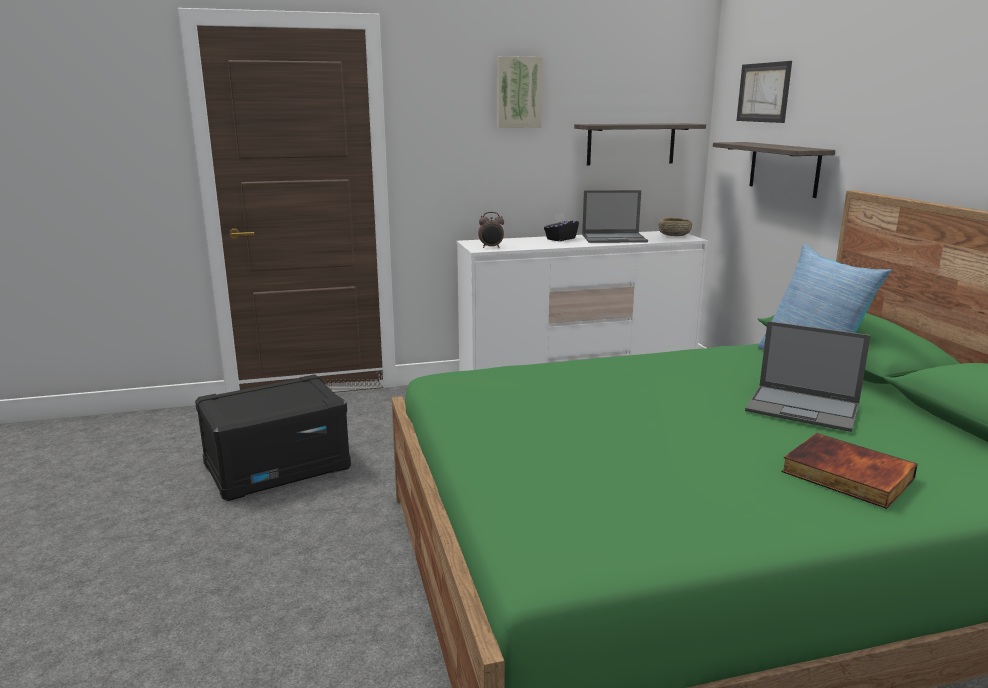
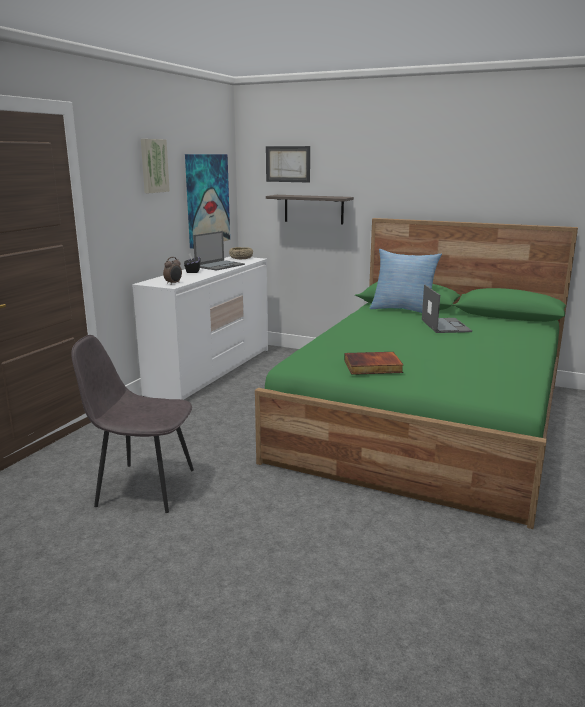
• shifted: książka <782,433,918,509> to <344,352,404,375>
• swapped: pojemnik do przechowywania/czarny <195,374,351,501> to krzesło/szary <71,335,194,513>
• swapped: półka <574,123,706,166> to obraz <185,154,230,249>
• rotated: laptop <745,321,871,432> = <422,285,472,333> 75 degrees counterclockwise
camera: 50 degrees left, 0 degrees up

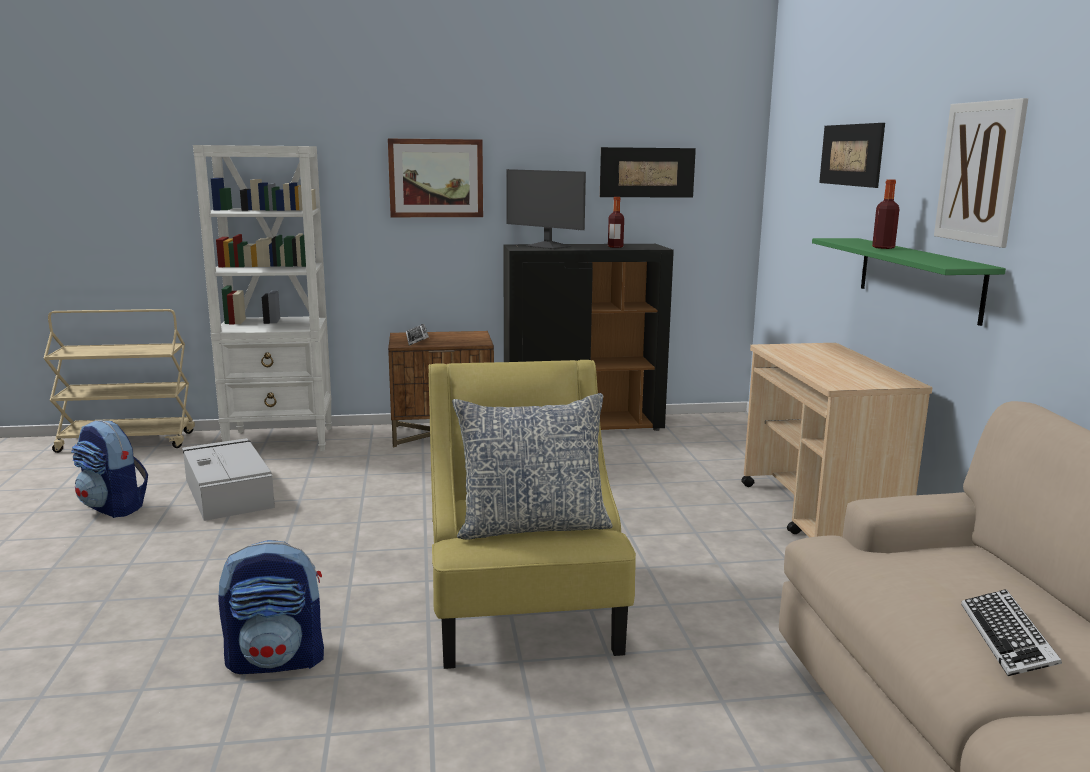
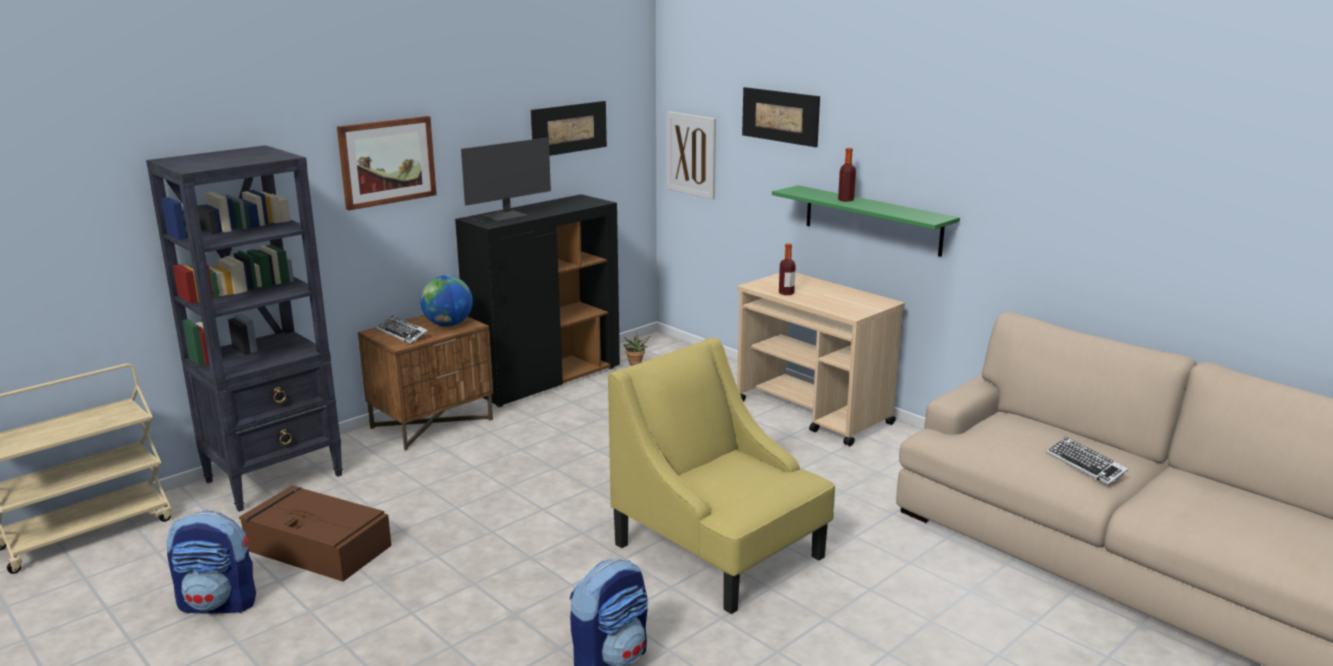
• gone: poduszka <452,393,613,540>
• new: globus <420,275,473,327>
• new: roślina doniczkowa <623,333,650,366>
• shifted: butelka <608,197,624,248> to <779,243,796,295>
• shifted: obraz <934,98,1028,248> to <667,111,716,200>
• repainted: pojemnik do przechowywania/szary <182,438,275,521> to pojemnik do przechowywania/brązowy <239,486,391,582>
• repainted: regał/biały <193,145,332,451> to regał/czarny <146,145,343,512>
• rotated: monitor <506,169,586,249> = <461,137,551,222> 45 degrees counterclockwise
camera: 35 degrees left, 5 degrees up

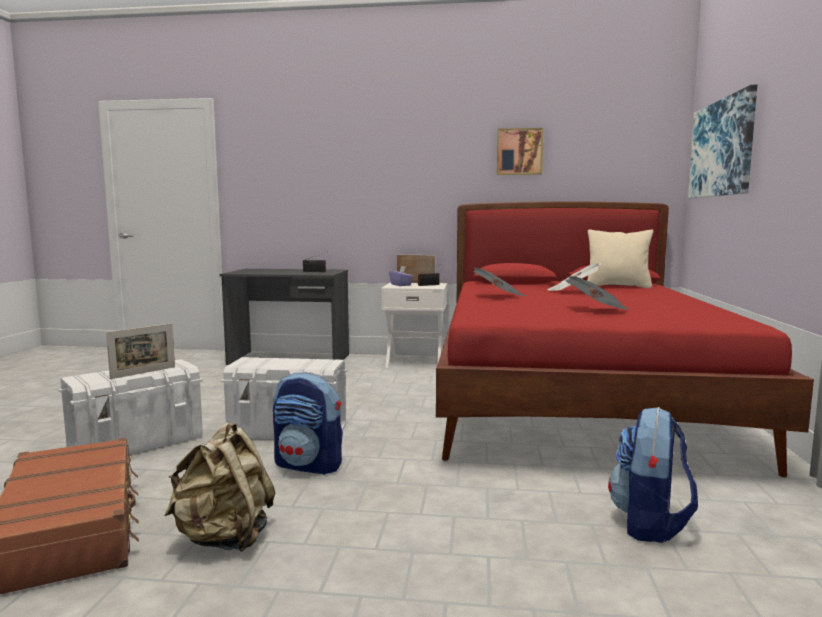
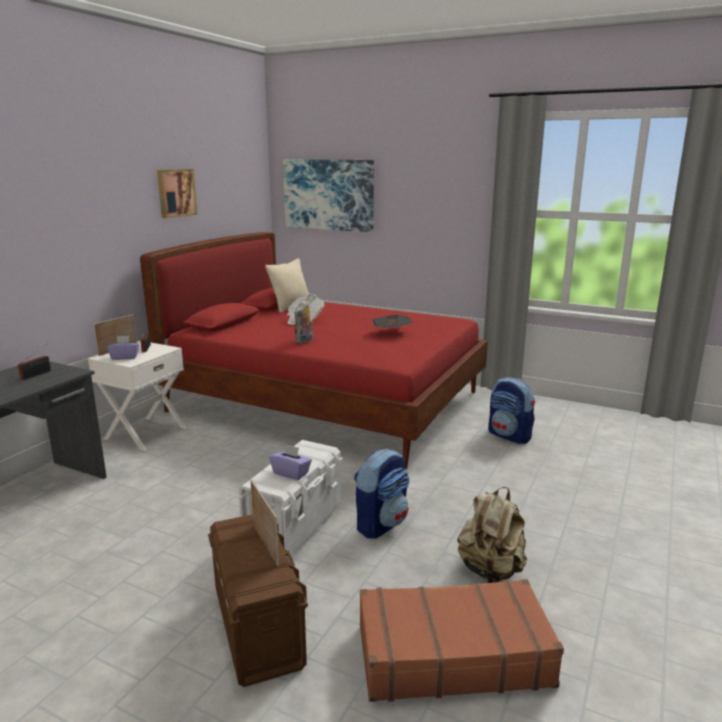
• new: pudełko chusteczek/fioletowy <269,444,312,480>
• swapped: gazeta <473,268,526,296> to pluszak <295,300,313,344>
• repainted: pojemnik do przechowywania/biały <58,359,203,455> to pojemnik do przechowywania/brązowy <208,514,308,687>
camera: 70 degrees left, 10 degrees up

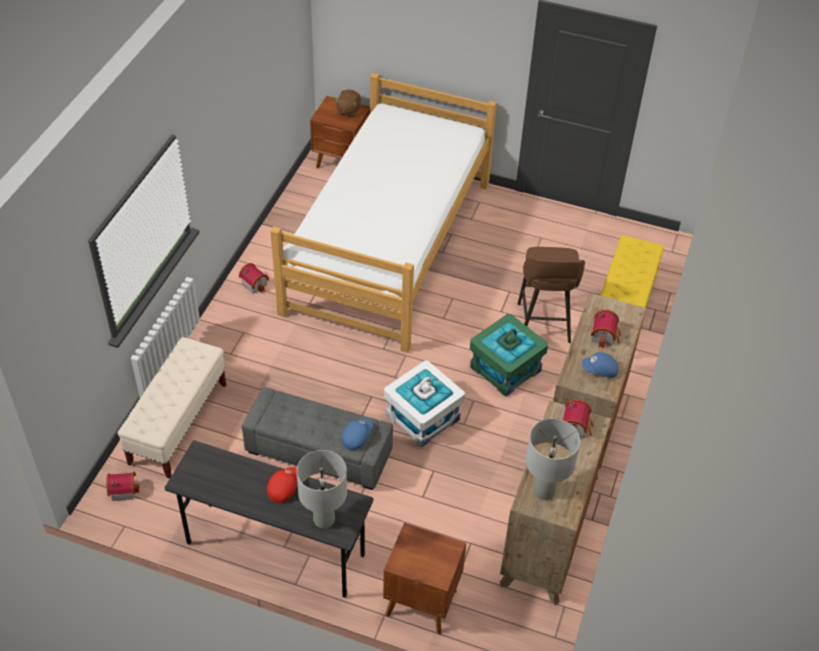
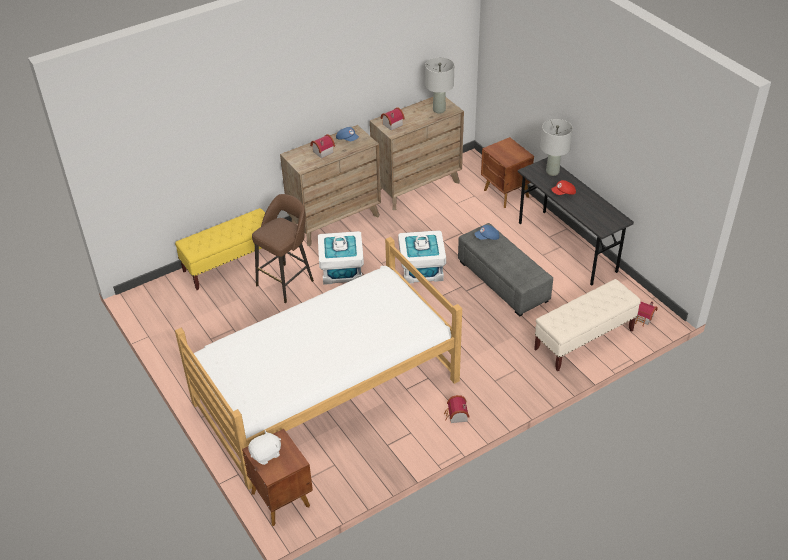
• repainted: pluszak/brązowy <335,90,361,117> to pluszak/biały <248,430,281,465>
• repainted: pojemnik do przechowywania/zielony <470,314,548,397> to pojemnik do przechowywania/biały <318,231,364,285>
camera: 140 degrees left, 5 degrees down

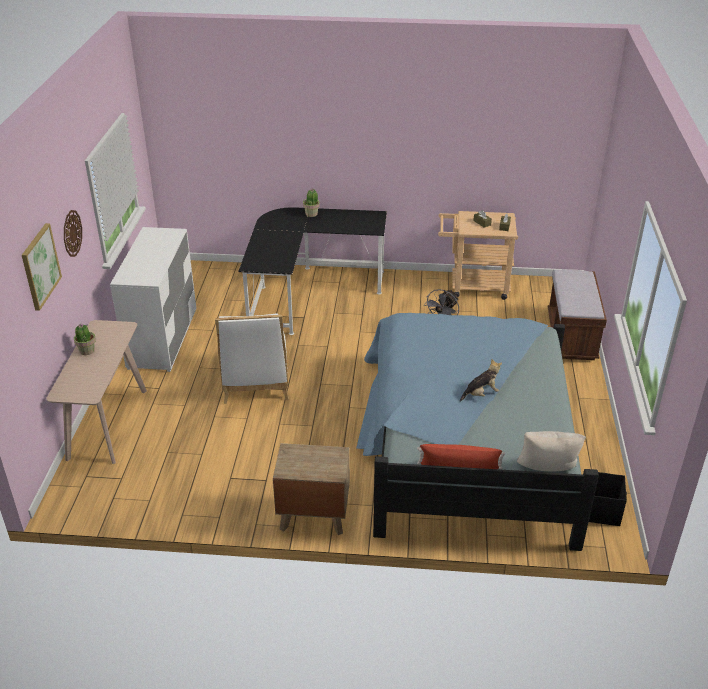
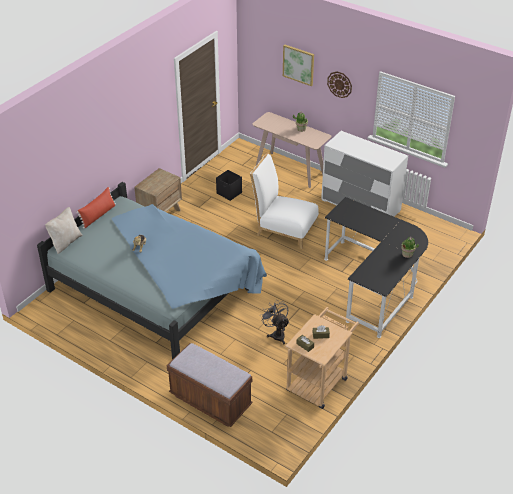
• shifted: pojemnik do przechowywania/czarny <589,472,627,526> to <216,170,242,201>
camera: 120 degrees right, 5 degrees up

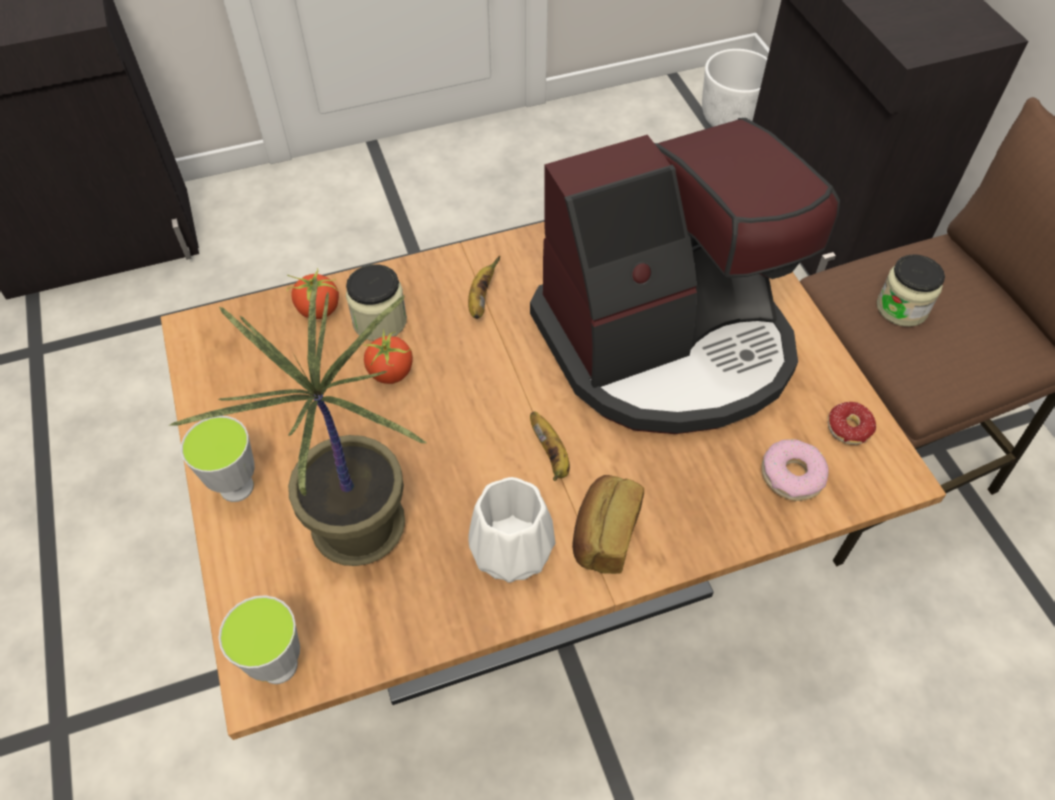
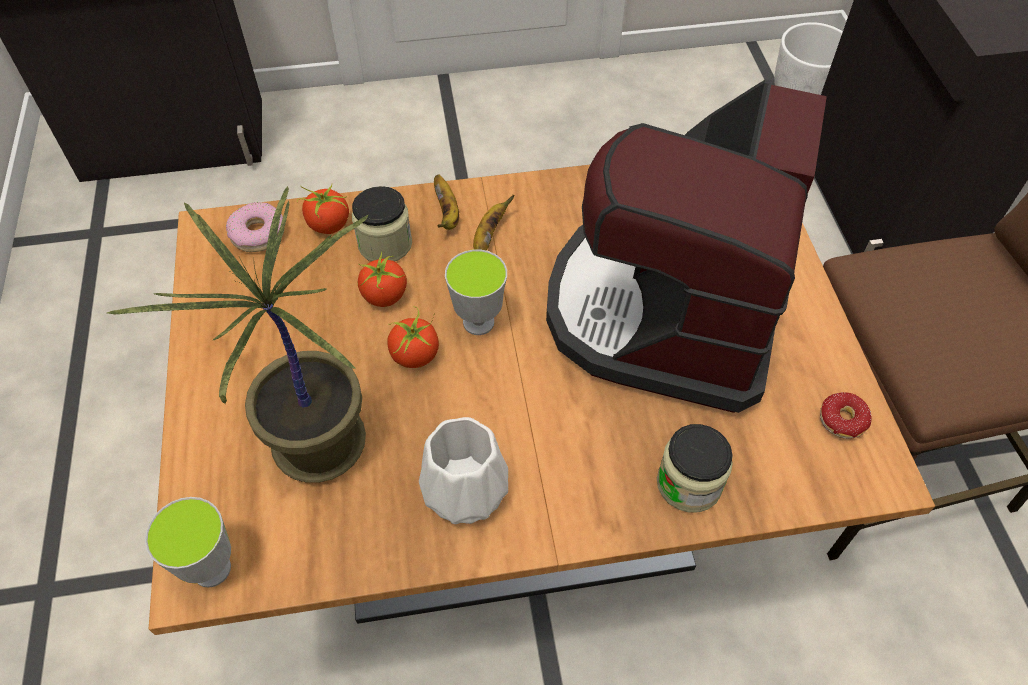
• gone: chleb <572,475,644,574>
• new: pomidor <387,306,439,368>
• shifted: filiżanka <181,416,255,502> to <445,249,507,335>
• shifted: banan <530,411,570,481> to <434,174,459,230>
• shifted: donut <762,439,829,501> to <226,202,285,252>
• shifted: słoik <877,254,945,327> to <657,424,733,513>
• rotated: ekspres do kawy <530,118,840,434> = <546,79,827,413> 120 degrees clockwise
camera: 10 degrees right, 0 degrees up

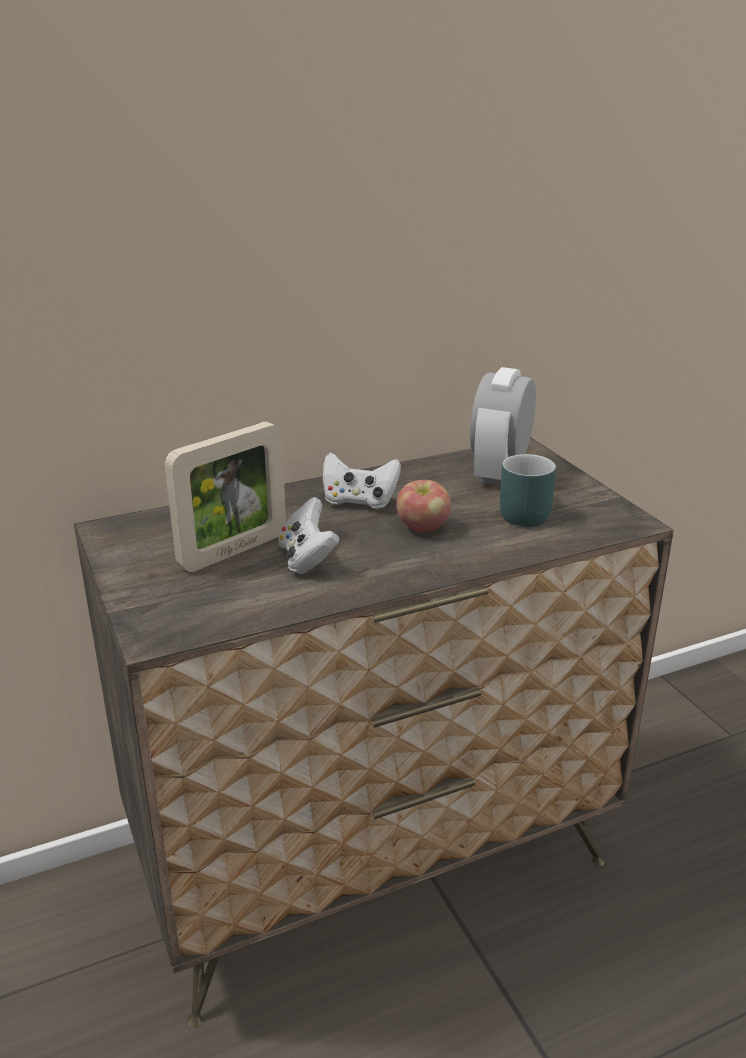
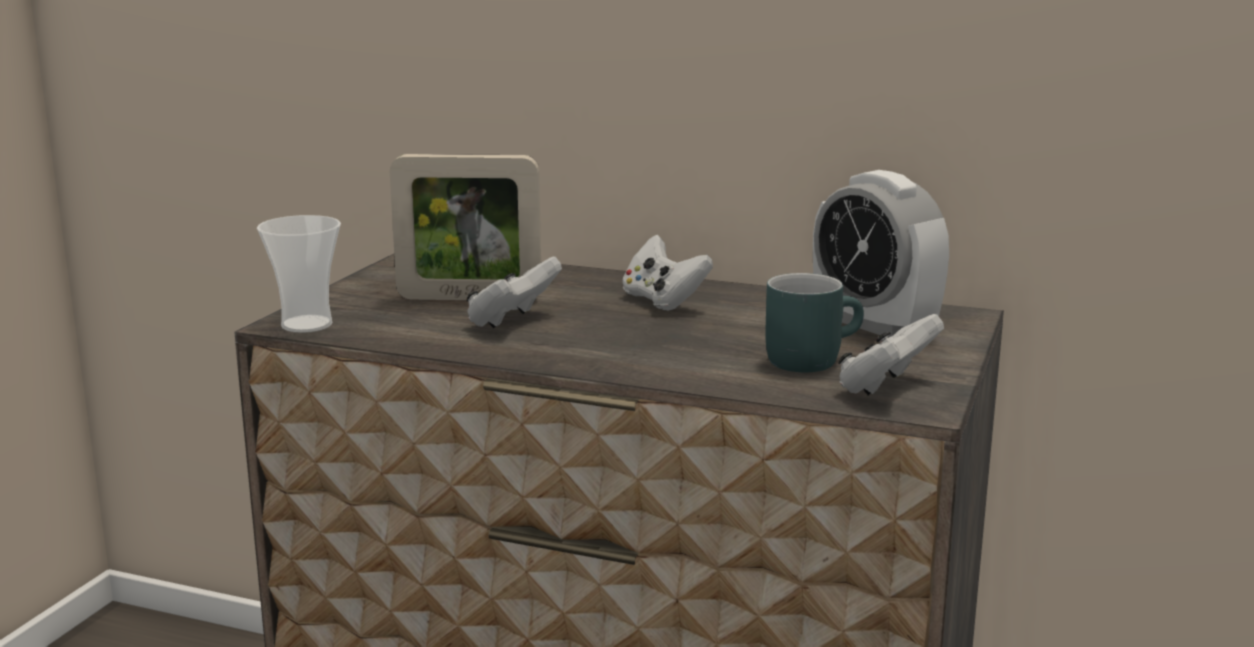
• gone: jabłko <396,480,451,532>
• new: filiżanka <257,215,341,333>
• new: pad do gier/biały <838,314,944,395>
• rotated: budzik <470,367,536,485> = <813,170,949,337> 105 degrees counterclockwise
camera: 45 degrees right, 10 degrees down

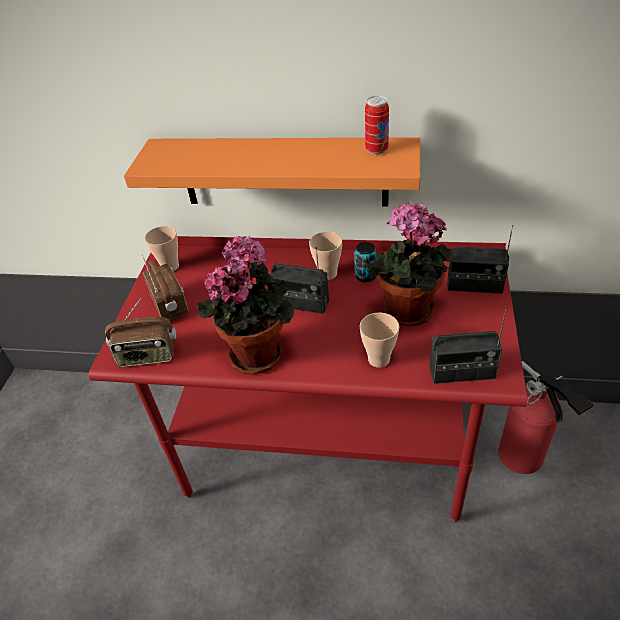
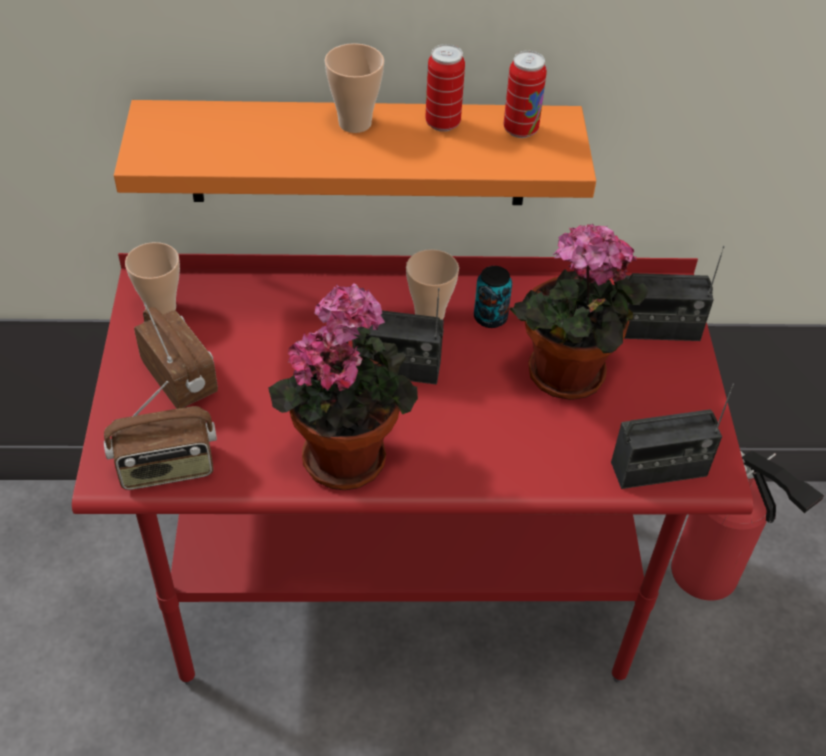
• new: puszka <425,44,465,132>
• shifted: filiżanka <360,313,399,368> to <325,43,384,133>
camera: 15 degrees left, 5 degrees up

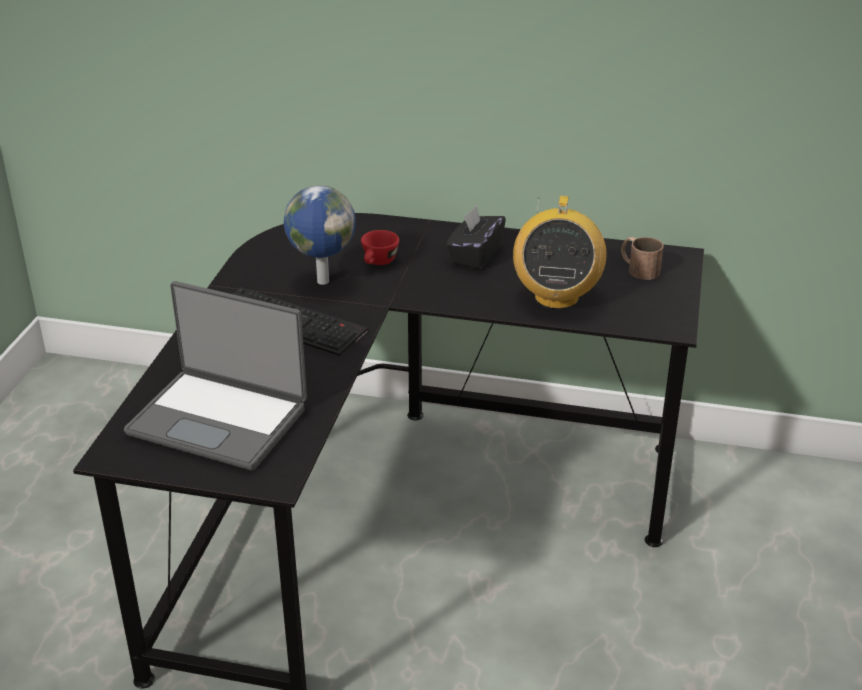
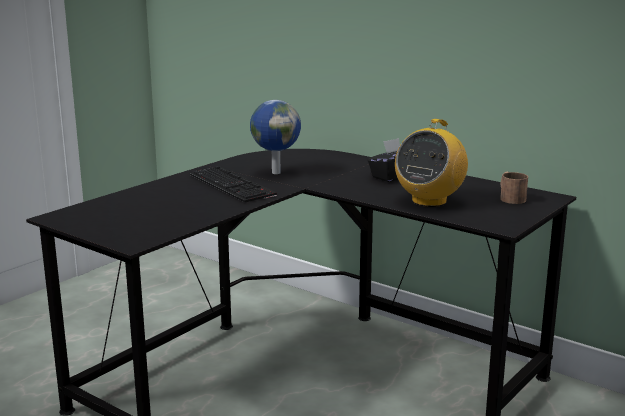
• gone: laptop <124,281,307,470>
• gone: filiżanka/czerwony <361,230,399,265>
camera: 25 degrees right, 15 degrees down

